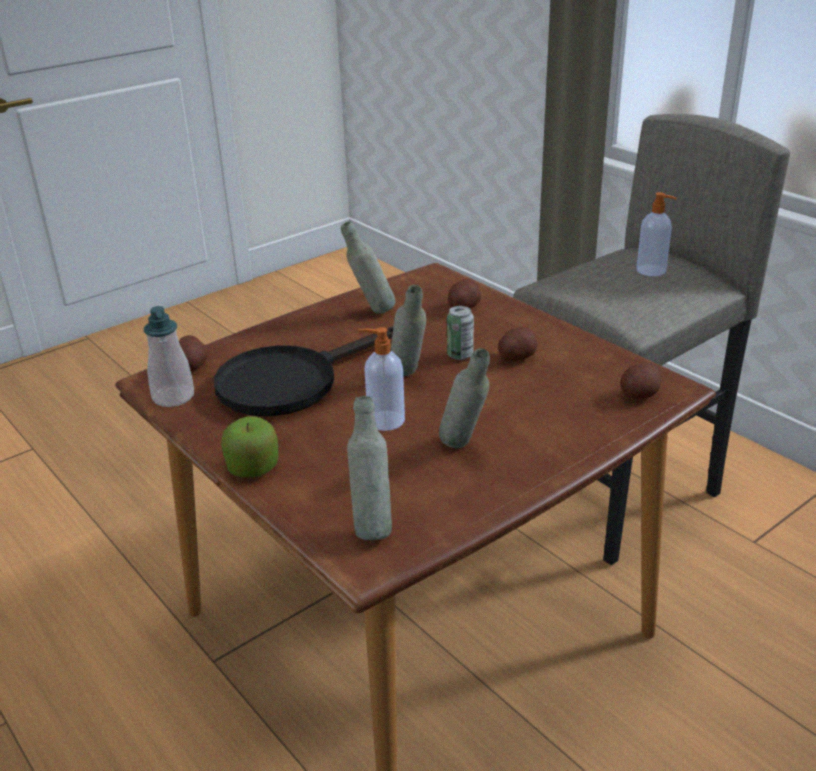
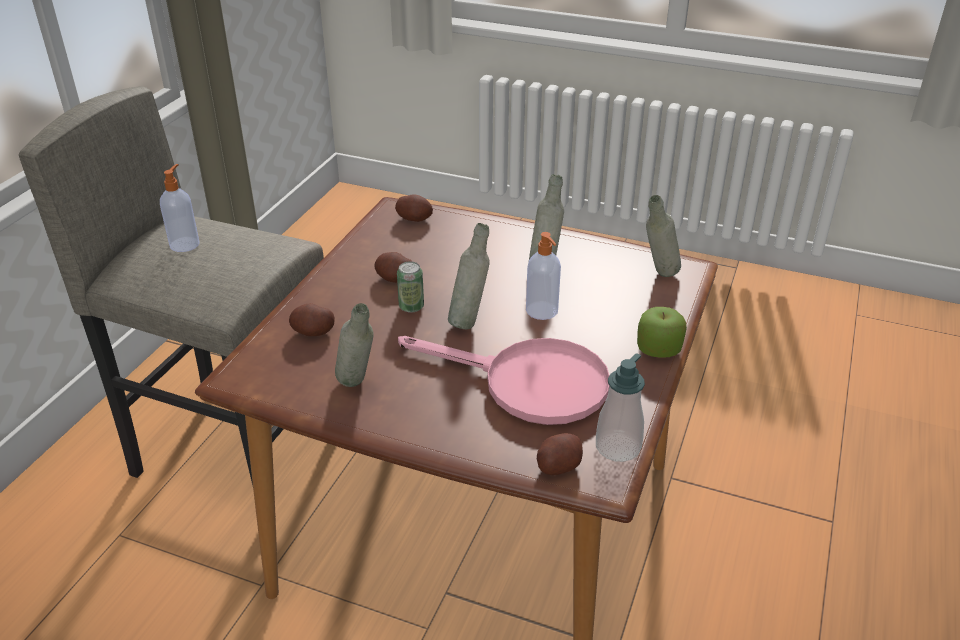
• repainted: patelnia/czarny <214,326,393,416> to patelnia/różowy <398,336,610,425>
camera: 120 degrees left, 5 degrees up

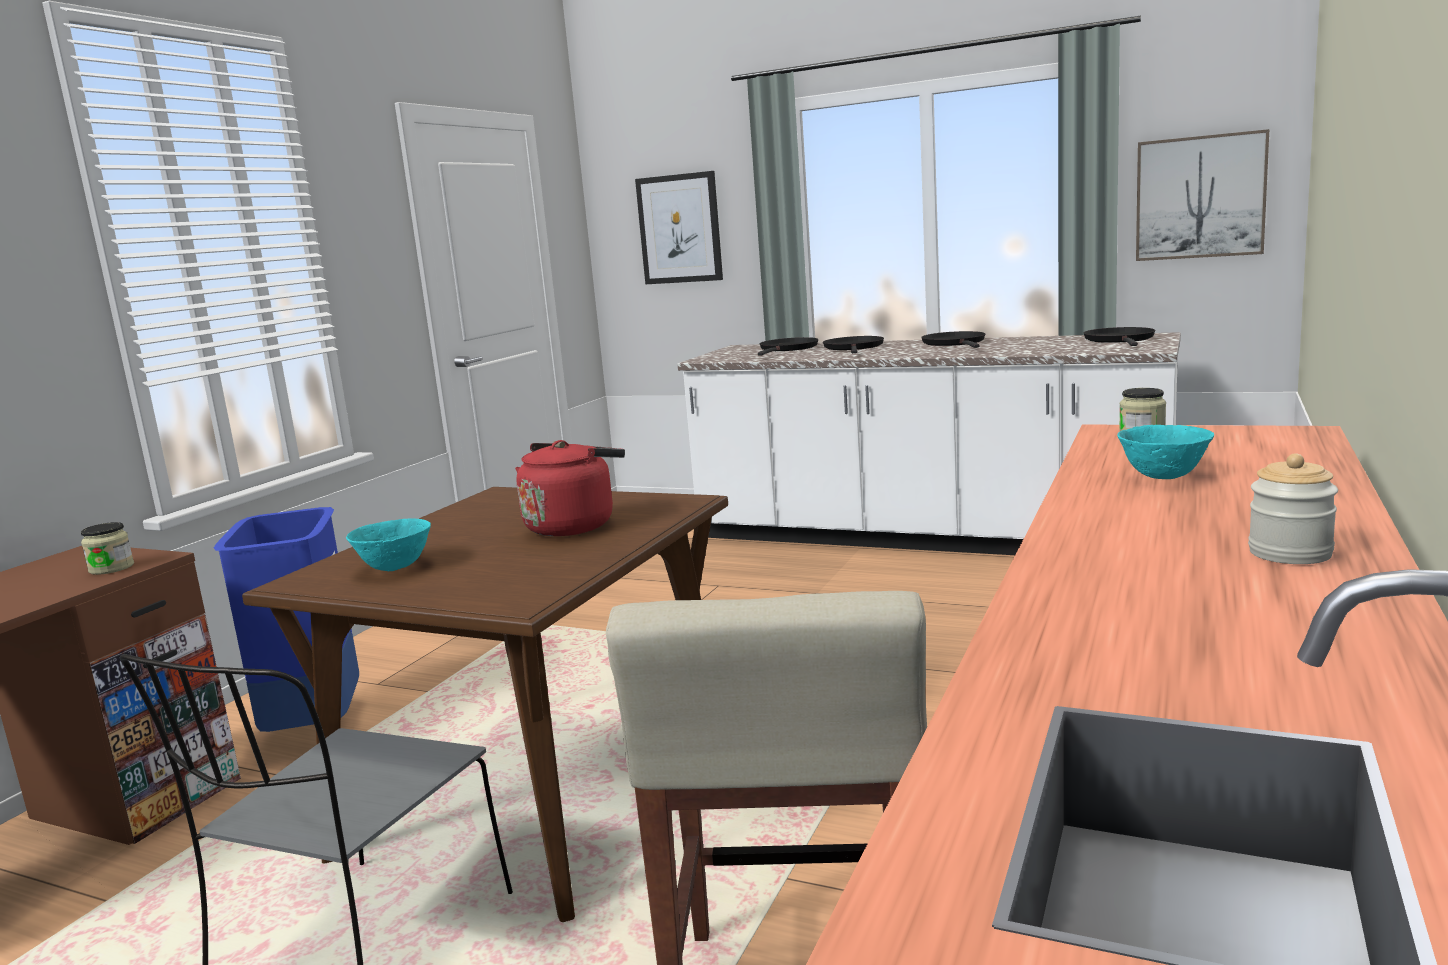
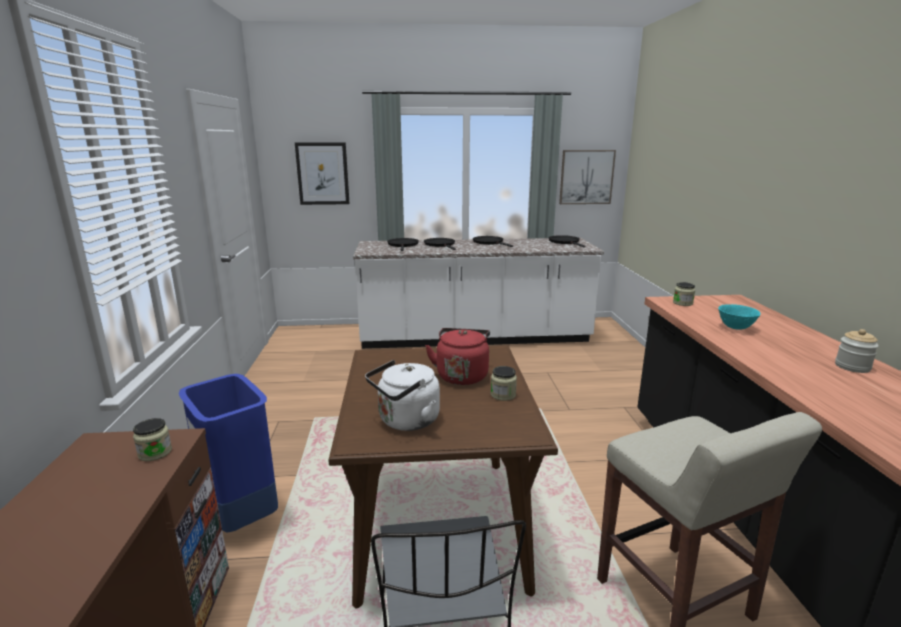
• new: słoik <491,366,517,401>
• swapped: miska/turkusowy <346,518,431,571> to czajnik/biały <365,360,440,431>
camera: 30 degrees left, 5 degrees up

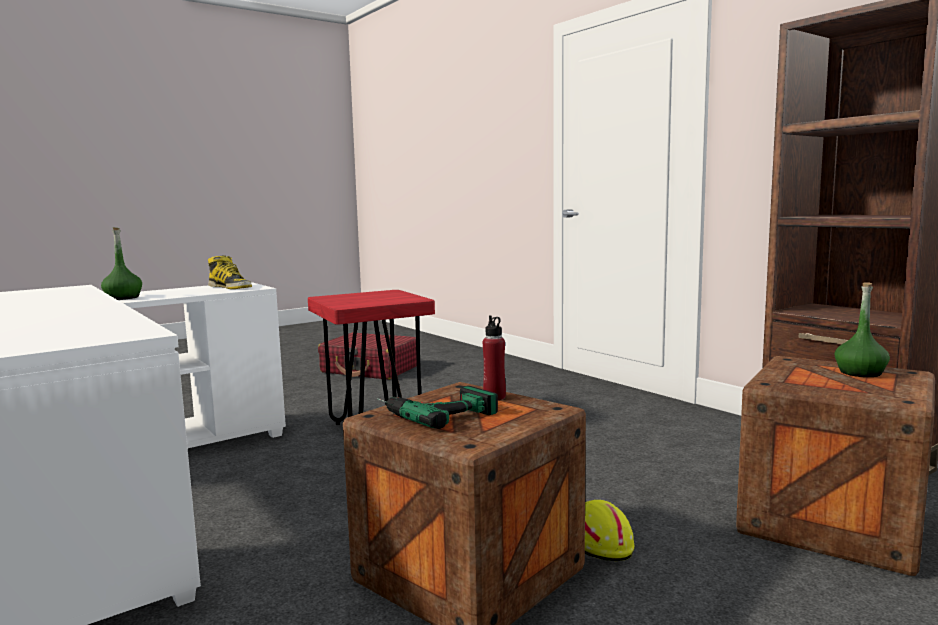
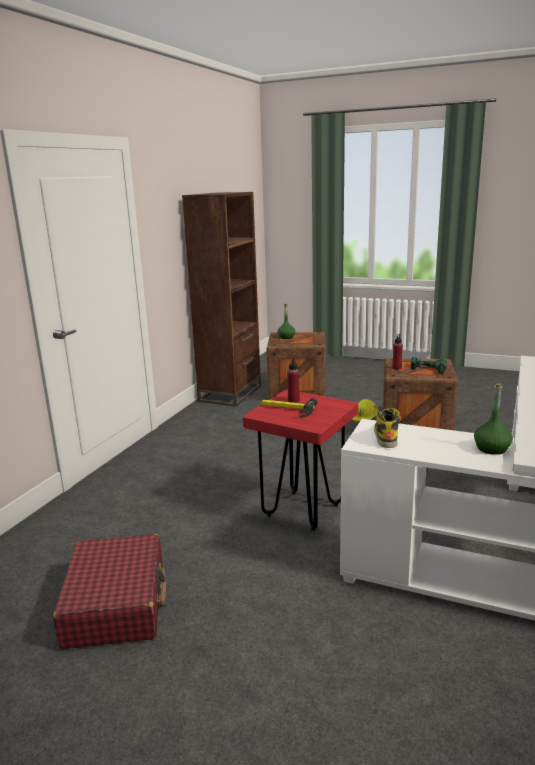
• new: młotek <261,398,318,418>
• new: butelka/czerwony <287,358,300,403>
camera: 120 degrees left, 10 degrees up

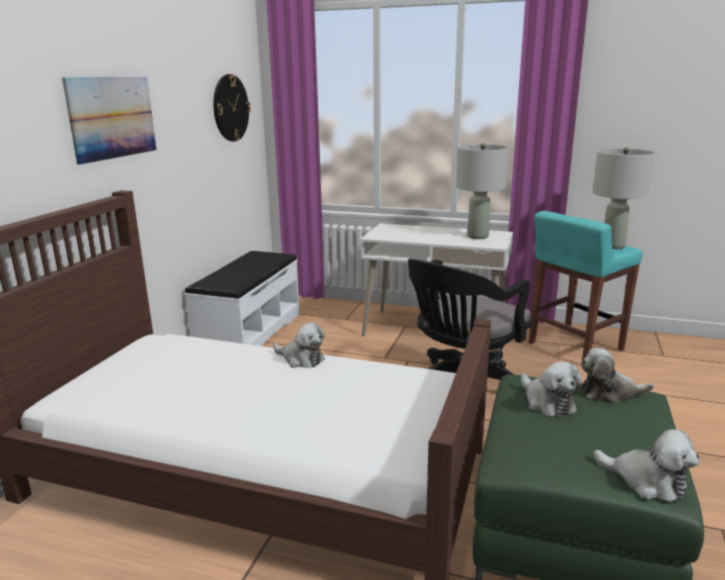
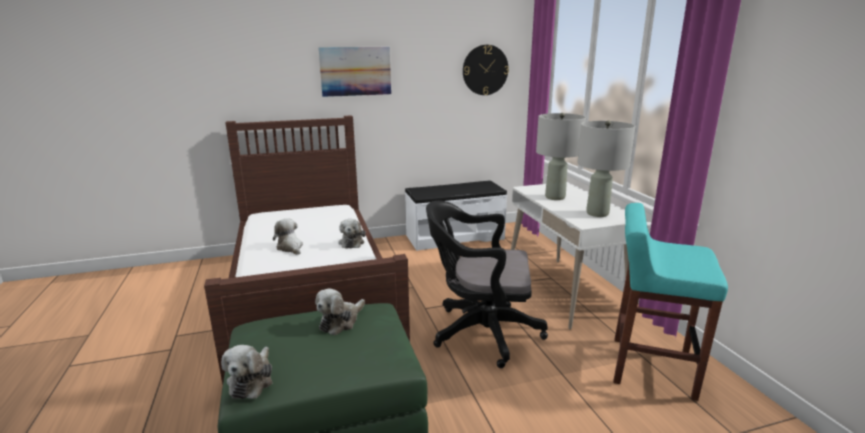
• shifted: pluszak <580,348,654,404> to <273,218,303,255>
• shifted: lampa stołowa/szary <593,147,655,249> to <536,113,586,200>
camera: 55 degrees right, 0 degrees up

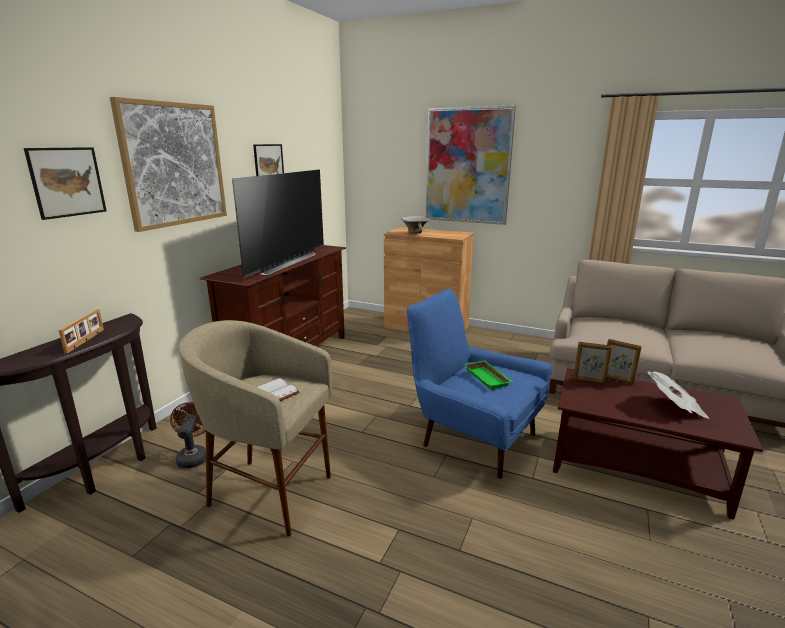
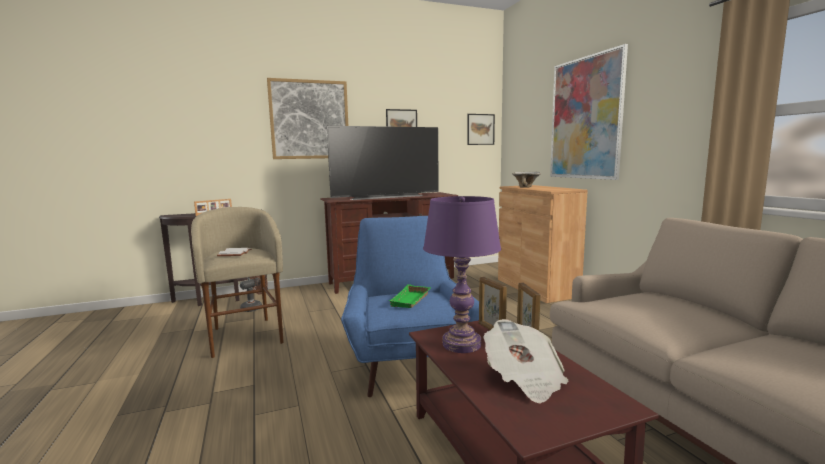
• new: lampa stołowa/fioletowy <423,196,501,353>
• shifted: obraz <24,147,107,220> to <467,114,495,145>
camera: 45 degrees right, 10 degrees down

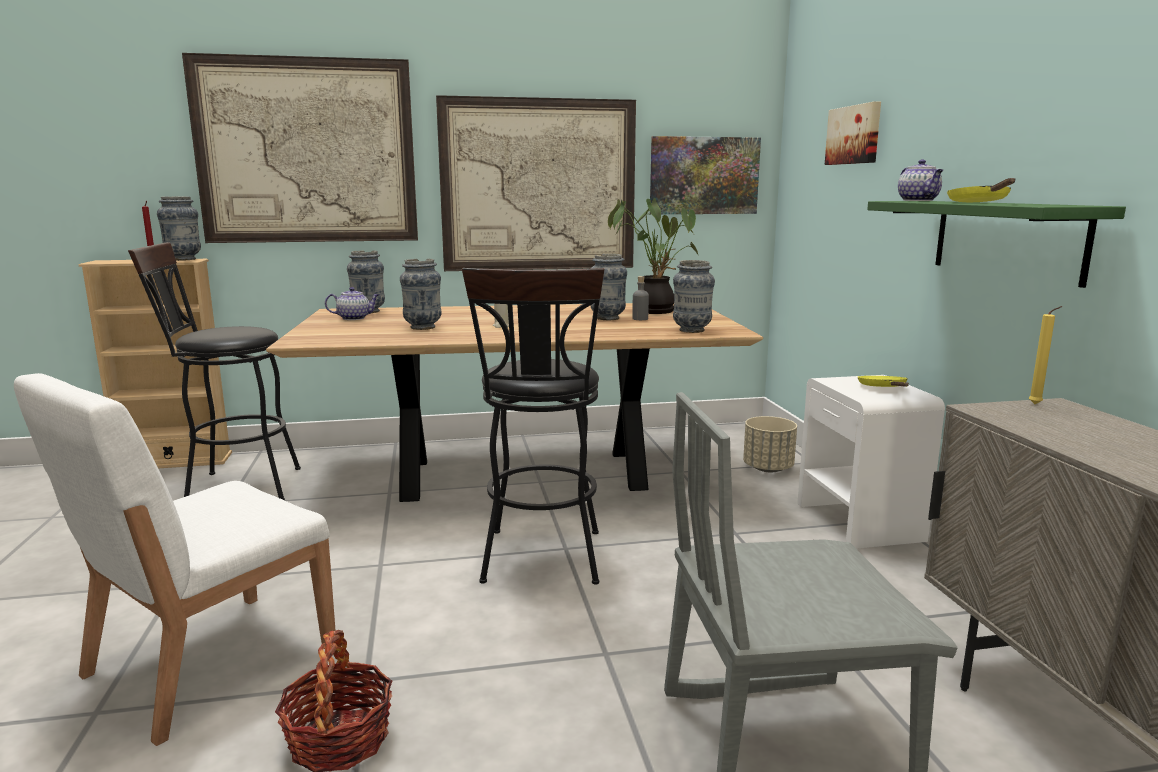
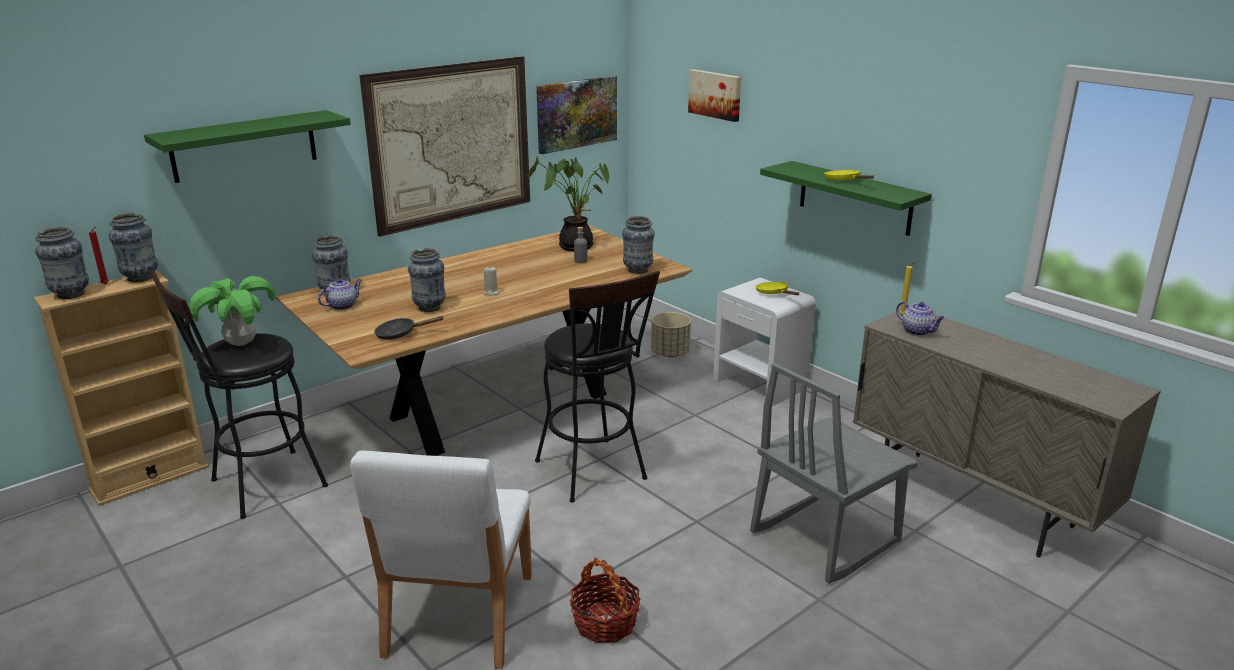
• new: roślina doniczkowa <189,276,275,346>
• new: patelnia/czarny <374,316,443,340>
• shifted: wazon <590,254,627,320> to <35,226,89,299>
• shifted: imbryk <898,159,943,201> to <896,301,945,336>
• swapped: obraz <182,53,418,243> to półka/zielony <144,110,351,183>
camera: 30 degrees left, 10 degrees up

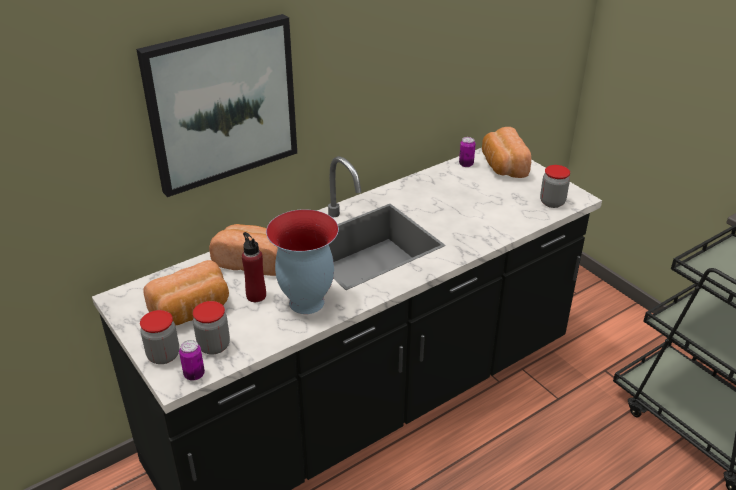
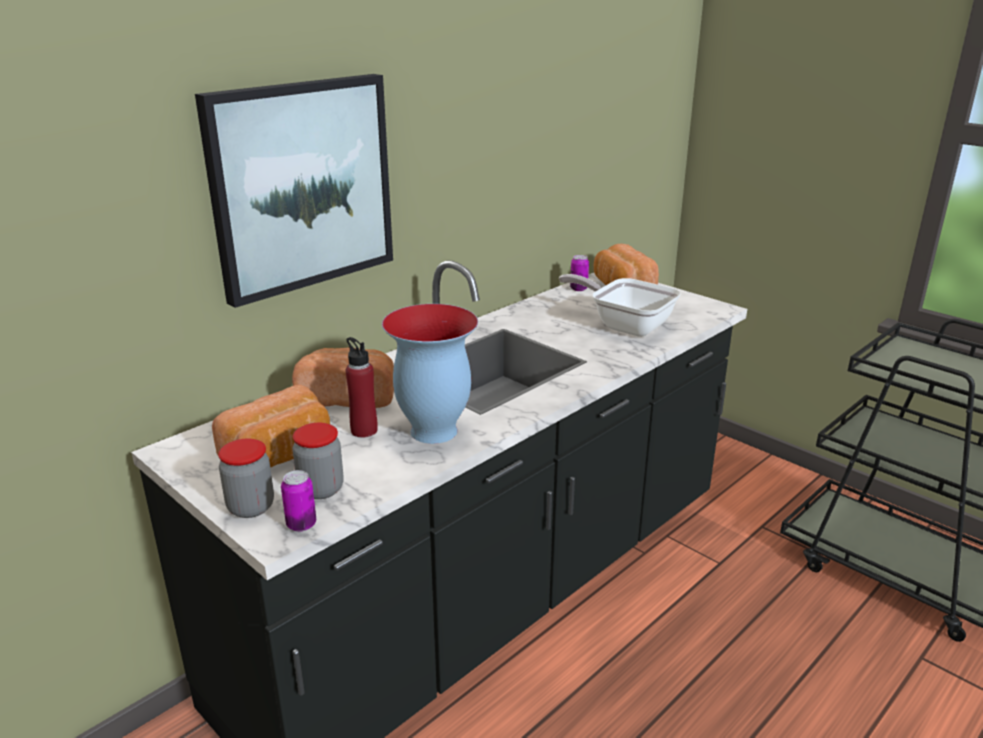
• gone: słoik <540,165,570,208>
• new: patelnia <559,274,681,337>
camera: 10 degrees left, 10 degrees down

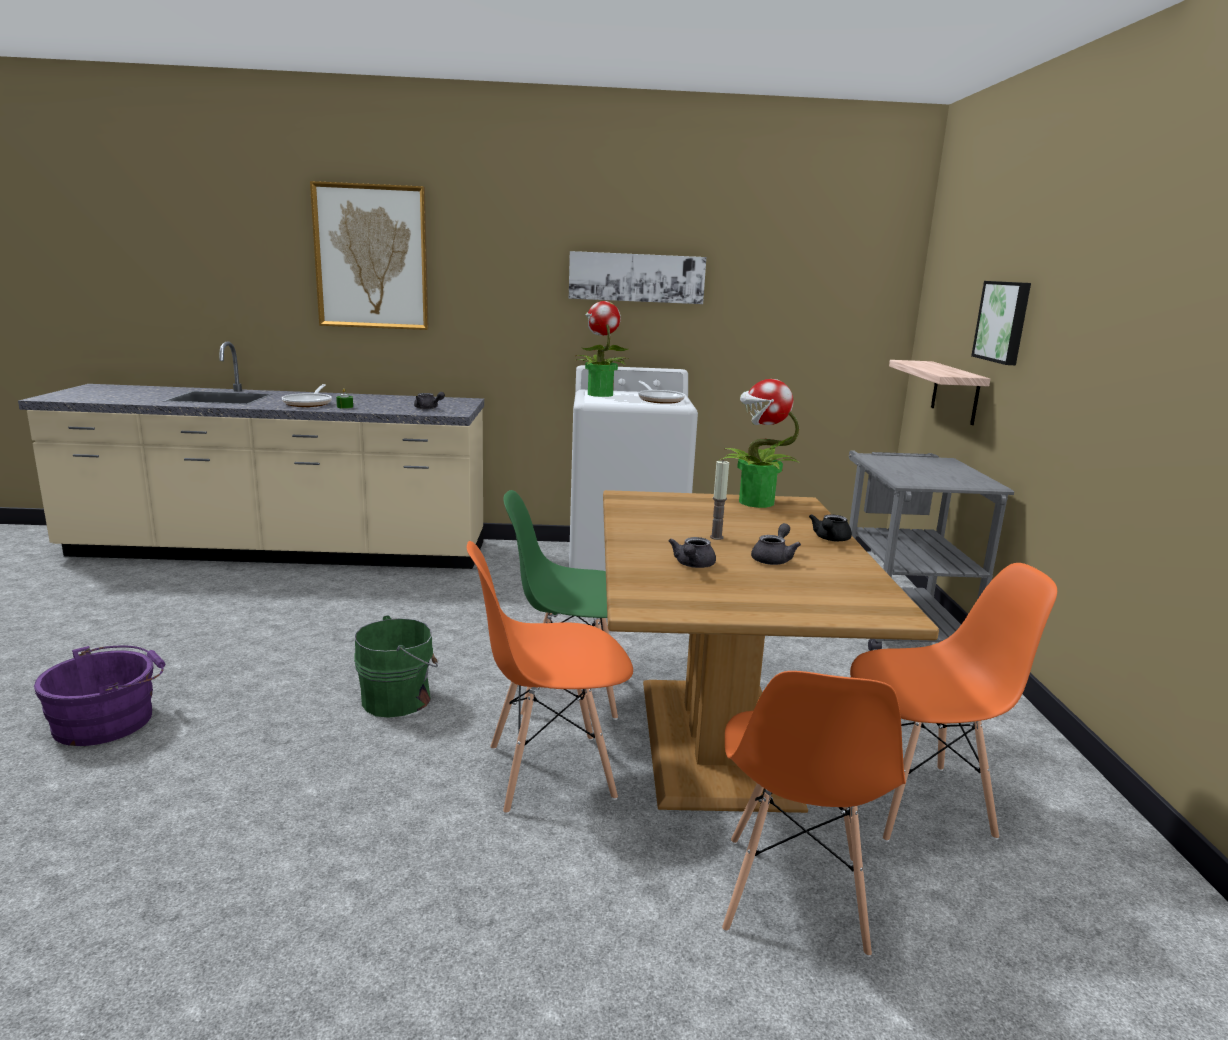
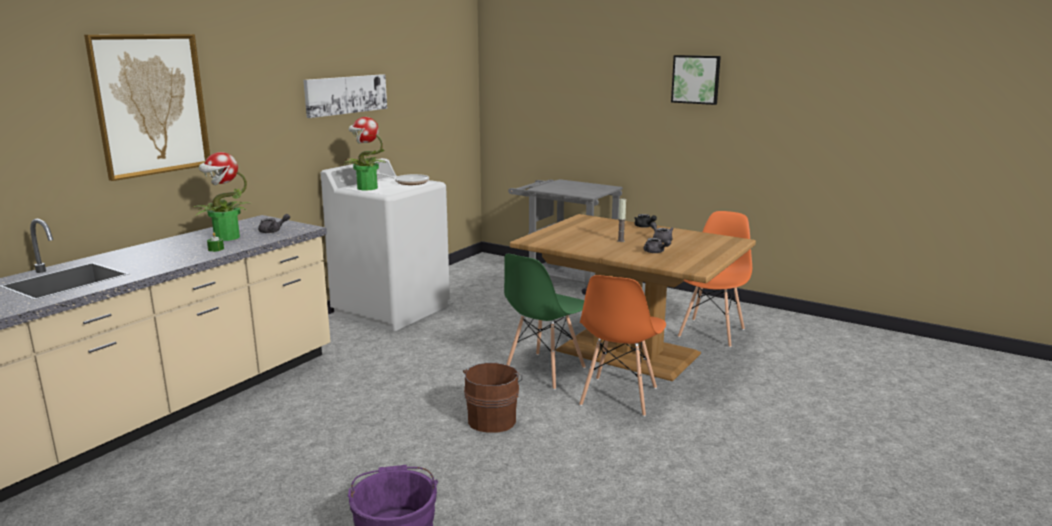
• gone: patelnia <282,384,332,407>
• gone: krzesło/pomarańczowy <722,671,906,957>
• gone: półka <889,360,990,425>
• shifted: roślina doniczkowa <718,379,799,508> to <194,152,249,241>
• shifted: obraz <971,281,1031,365> to <671,55,721,105>
• repainted: wiadro/zielony <354,615,438,718> to wiadro/brązowy <463,363,523,433>
camera: 55 degrees left, 0 degrees up

